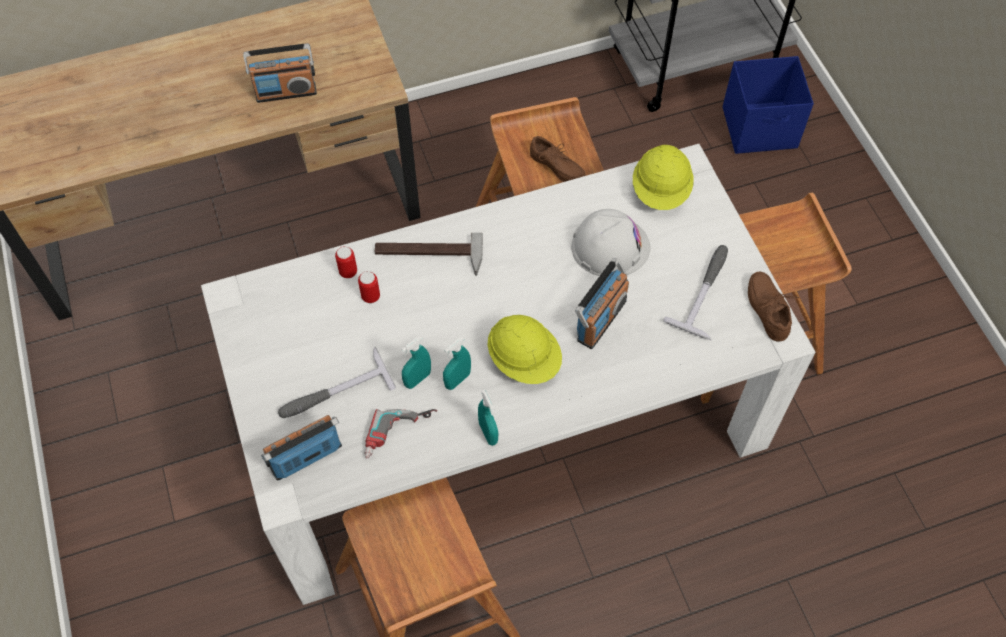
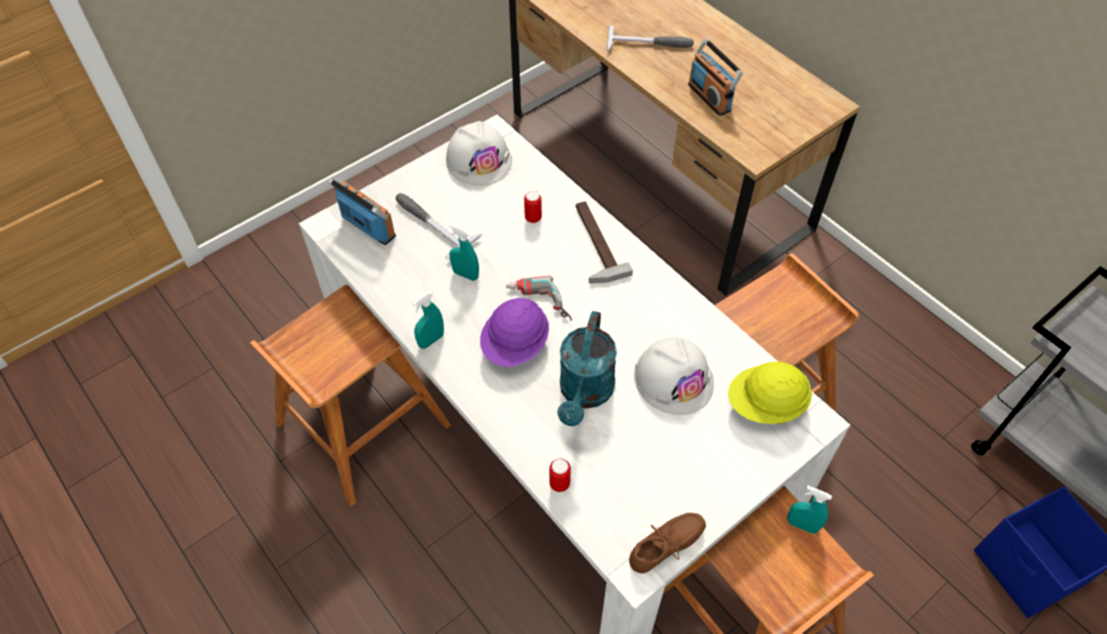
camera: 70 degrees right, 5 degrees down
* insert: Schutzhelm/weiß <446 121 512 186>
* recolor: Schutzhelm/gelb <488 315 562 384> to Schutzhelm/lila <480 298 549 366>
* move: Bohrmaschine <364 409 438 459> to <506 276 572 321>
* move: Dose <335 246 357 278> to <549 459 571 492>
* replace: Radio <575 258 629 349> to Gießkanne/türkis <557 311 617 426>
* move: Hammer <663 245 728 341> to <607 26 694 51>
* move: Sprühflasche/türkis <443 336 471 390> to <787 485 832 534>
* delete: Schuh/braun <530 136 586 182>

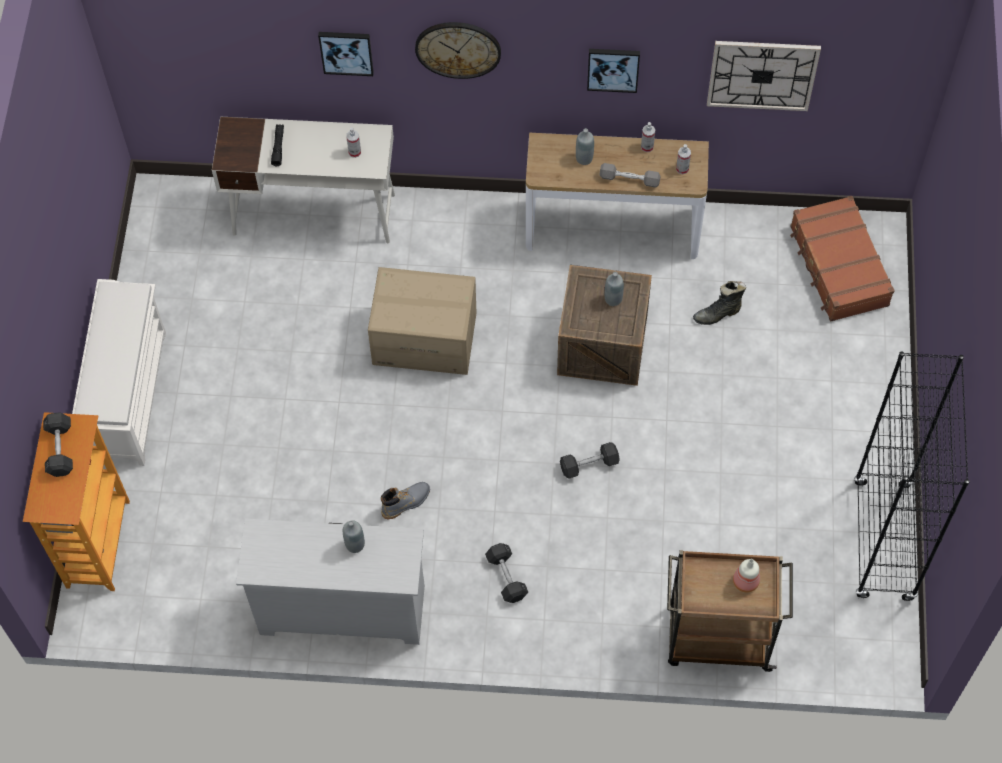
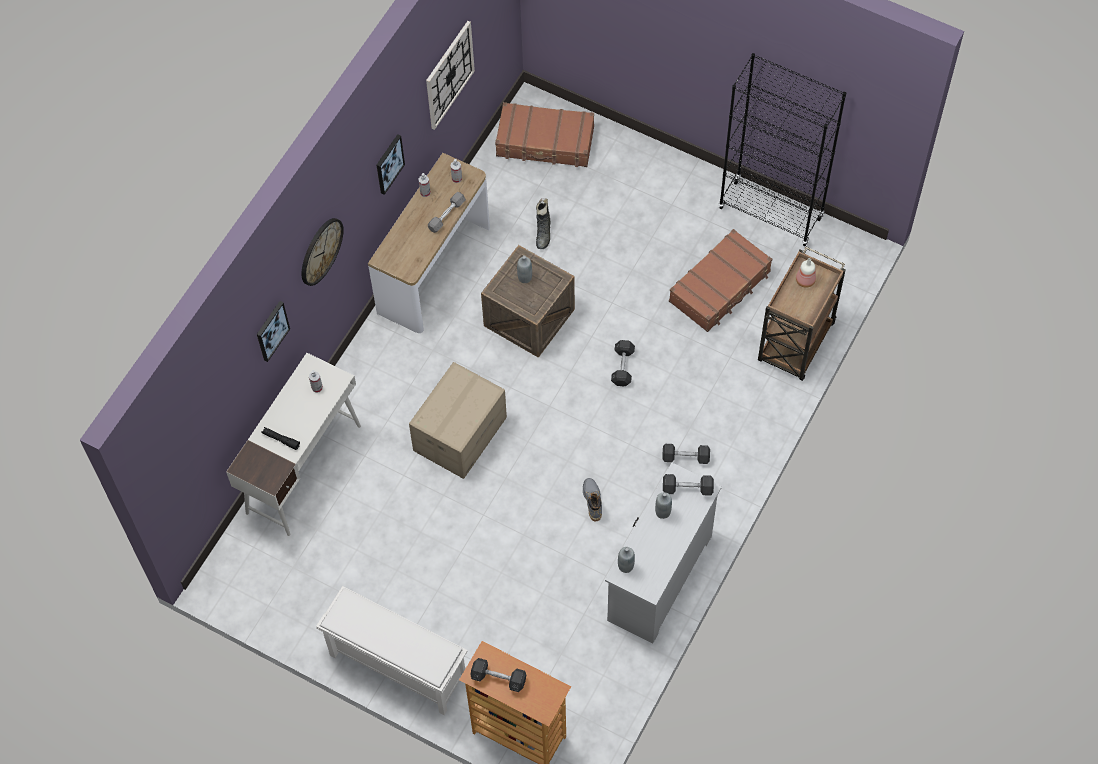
camera: 65 degrees left, 0 degrees up
* move: Flasche/grau <576 128 594 165> to <618 547 635 573>
* insert: Hantel/grau <663 474 714 496>
* insert: Koffer/braun <669 229 772 332>

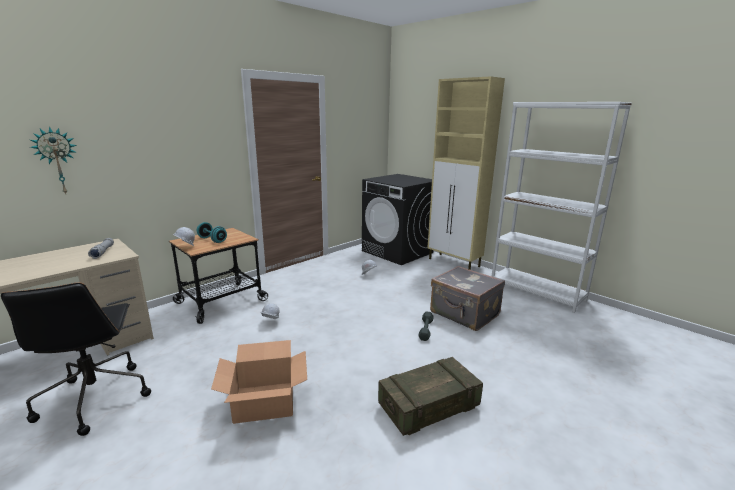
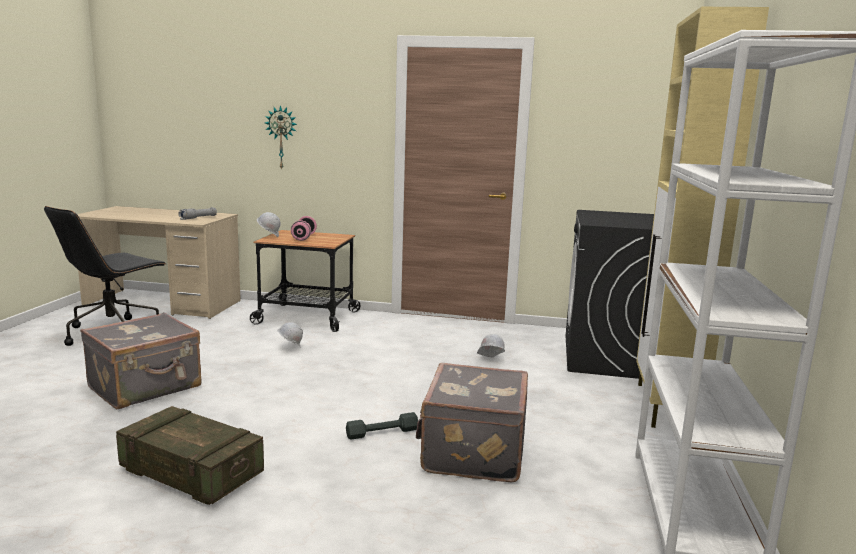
camera: 55 degrees right, 5 degrees down
* replace: Karton <211 340 307 424> to Koffer/grau <80 312 202 410>
* move: Wanduhr <30 126 77 194> to <265 105 297 170>
* recolor: Hantel/türkis <197 222 227 243> to Hantel/rosa <291 216 317 241>

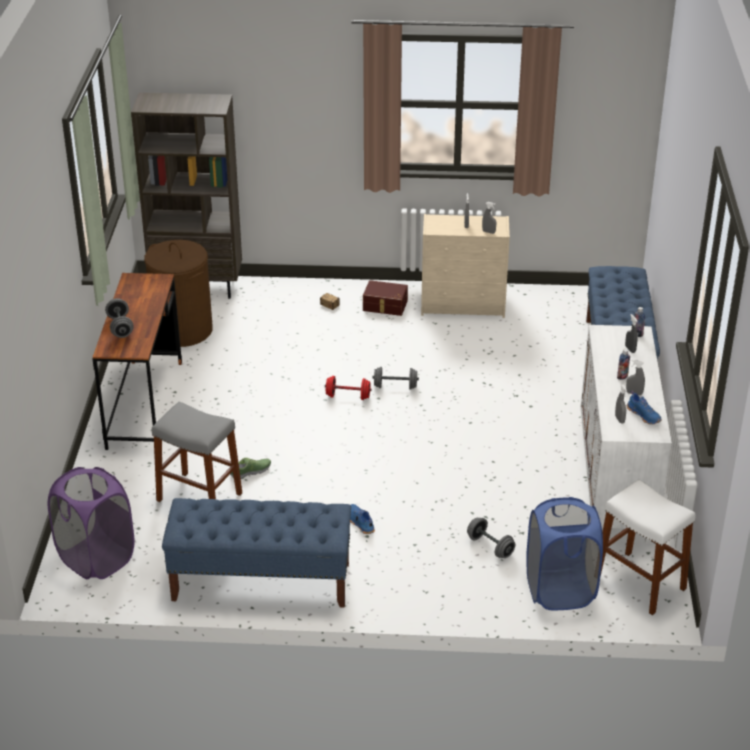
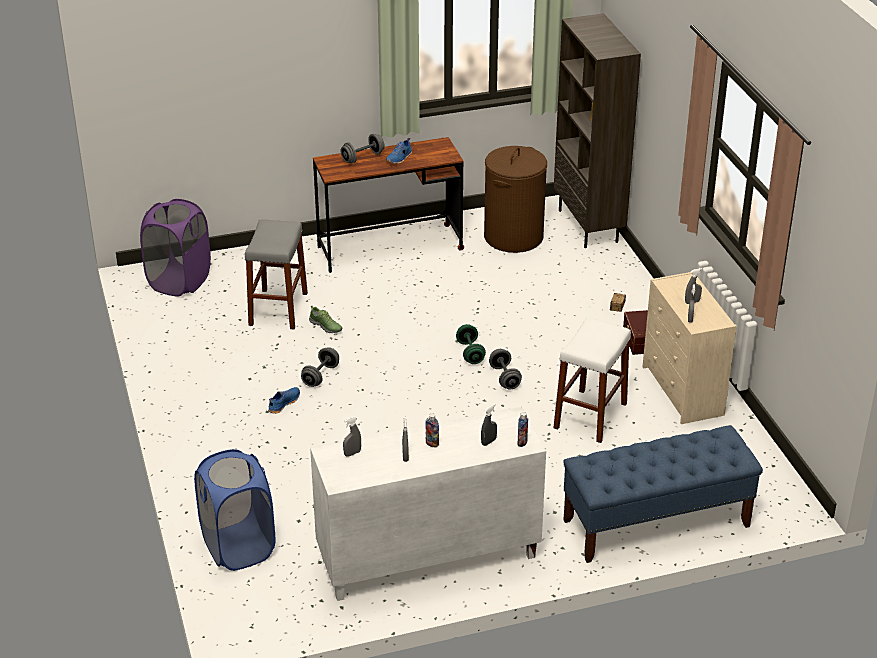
camera: 70 degrees right, 0 degrees up
* move: Hantel/grau <467 518 515 558> to <301 347 339 387>
* move: Schuh/blau <627 391 662 424> to <386 138 412 164>
* recolor: Hantel/rot <325 376 371 400> to Hantel/grün <456 324 486 364>
* move: Hocker/weiß <600 479 696 615> to <553 317 631 443>
* delete: Bank/blau <162 498 351 608>

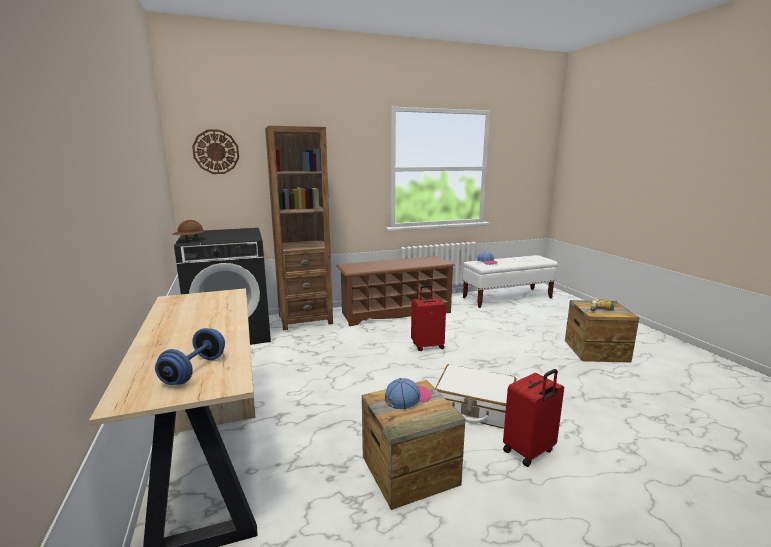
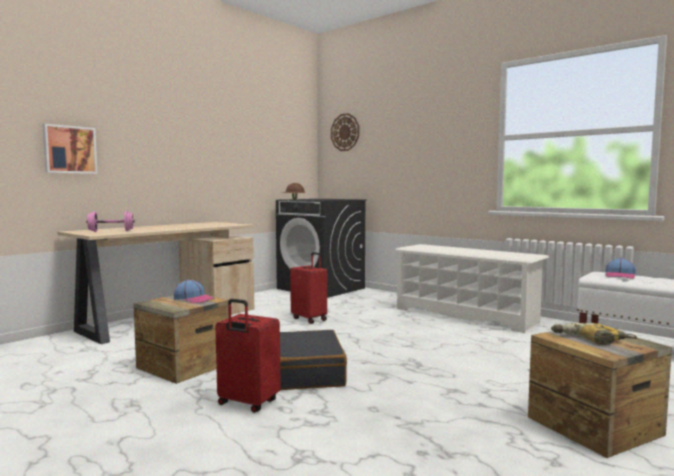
camera: 60 degrees right, 10 degrees down
* insert: Bild <43 124 97 174>
* recolor: Hantel/blau <155 328 225 385> to Hantel/rosa <86 211 135 232>
* recolor: Koffer/weiß <435 364 516 429> to Koffer/schwarz <280 330 347 390>
* move: Koffer/rot <411 285 446 351> to <290 252 327 324>
* recolor: Schuhregal/braun <336 256 456 326> to Schuhregal/weiß <395 244 549 333>
* delete: Bücherregal/braun <265 126 333 330>

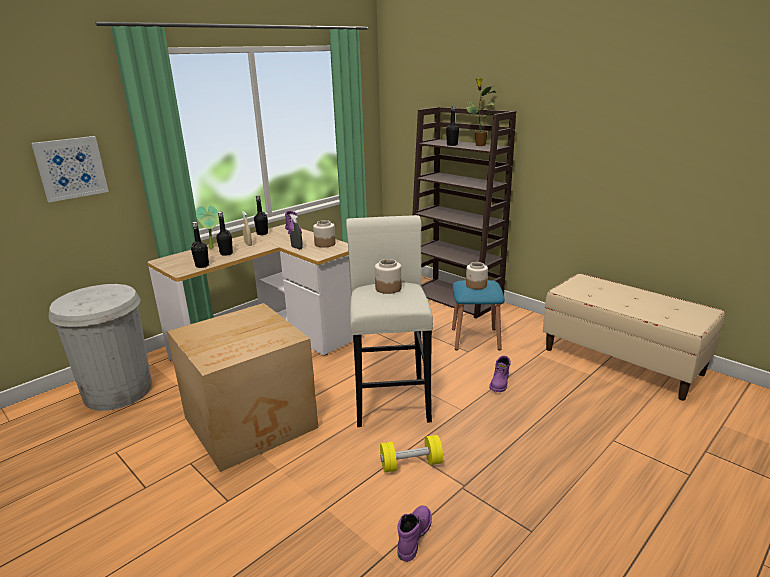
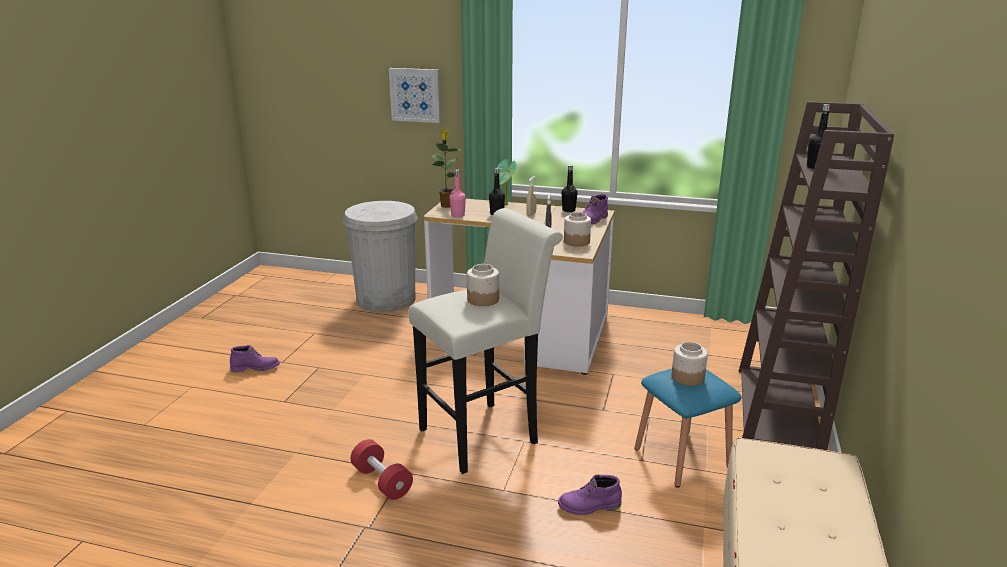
camera: 60 degrees right, 0 degrees up
* move: Stiefel/lila <397 505 432 562> to <230 345 280 372>
* recolor: Hantel/gelb <380 435 443 473> to Hantel/rot <351 439 413 500>
* move: Topfpflanze <466 78 497 146> to <431 130 462 208>
* recolor: Flasche/schwarz <191 222 209 268> to Flasche/rosa <449 169 466 218>
* delete: Karton <167 303 318 472>

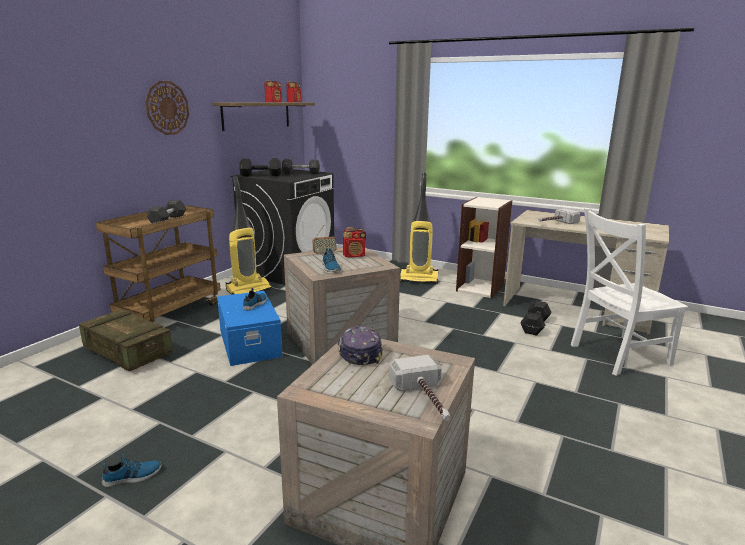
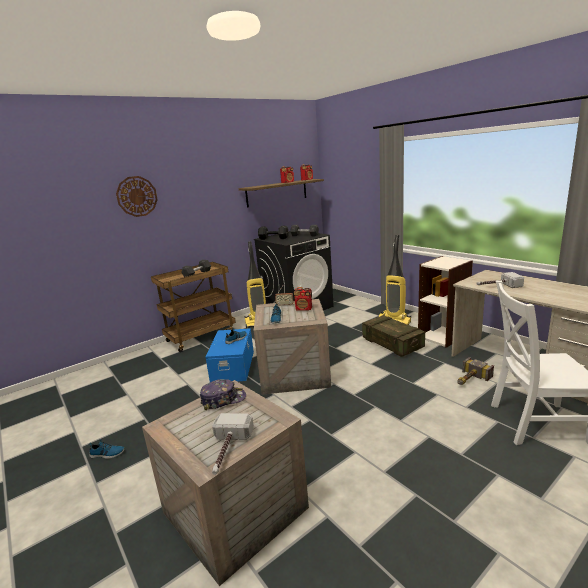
camera: 25 degrees right, 0 degrees up
* move: Wanduhr <145 81 189 135> to <116 176 158 217>
* rotate: Kappe <337 326 383 365> = <200 379 246 410> 60 degrees clockwise
* move: Kiste <79 309 173 371> to <362 315 425 357>
* replace: Hantel/schwarz <520 301 552 336> to Hammer <457 357 494 385>

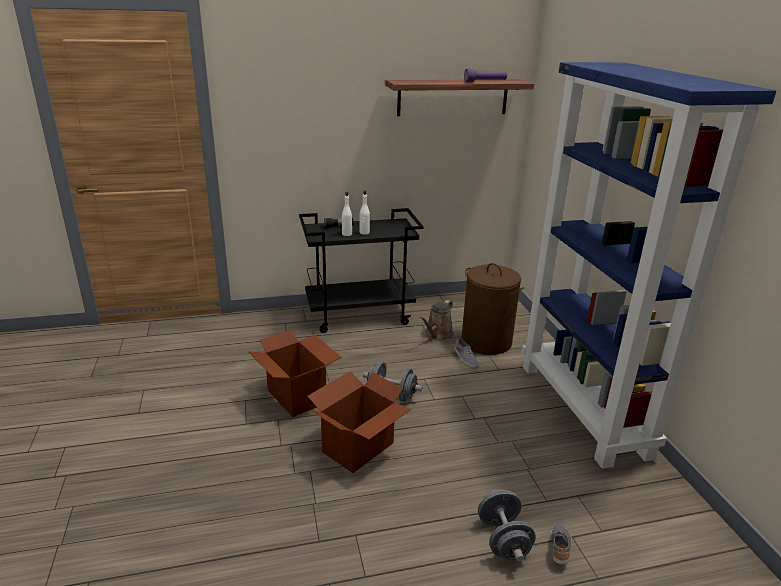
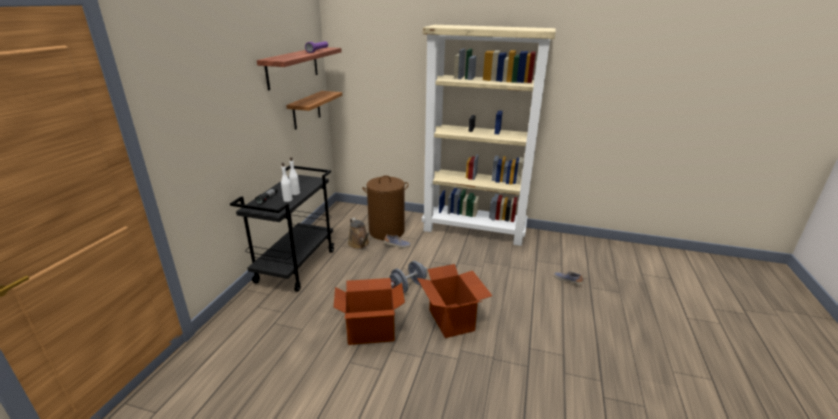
camera: 60 degrees left, 0 degrees up
* insert: Wandregal <286 91 342 130>
* recolor: Bücherregal/blau <522 62 776 469> to Bücherregal/beige <422 25 556 246>
* delete: Hantel/grau <478 489 536 562>

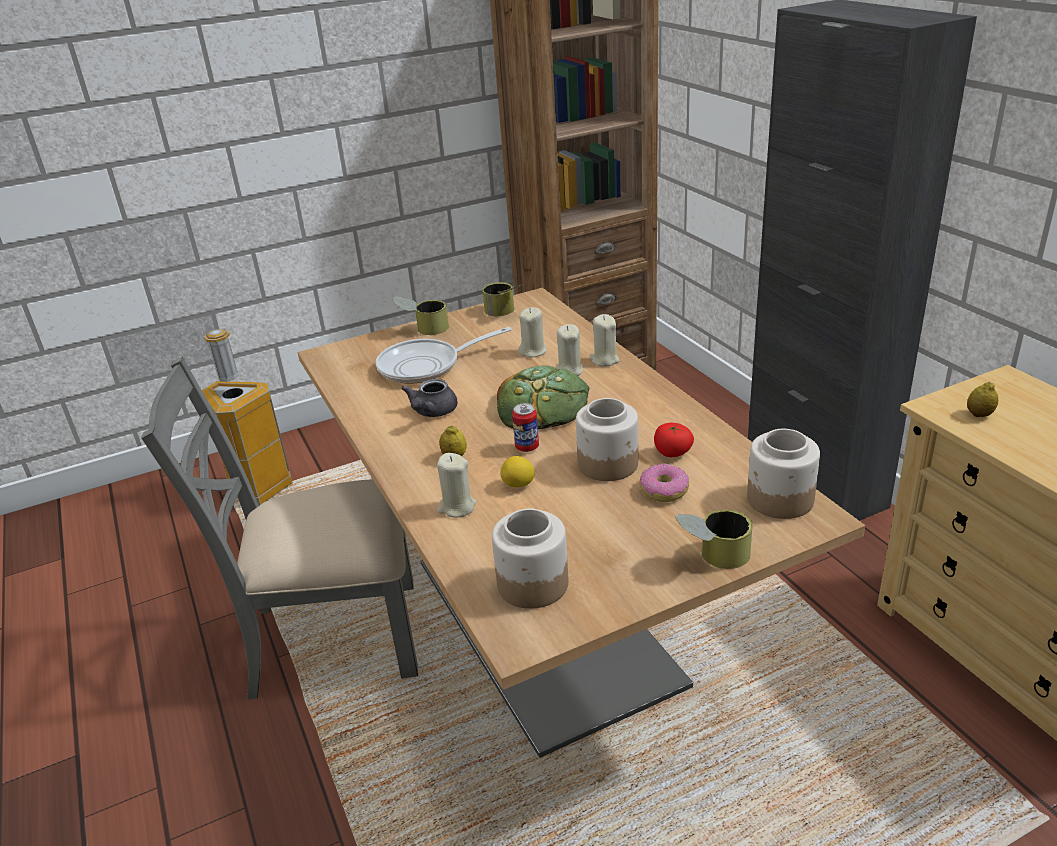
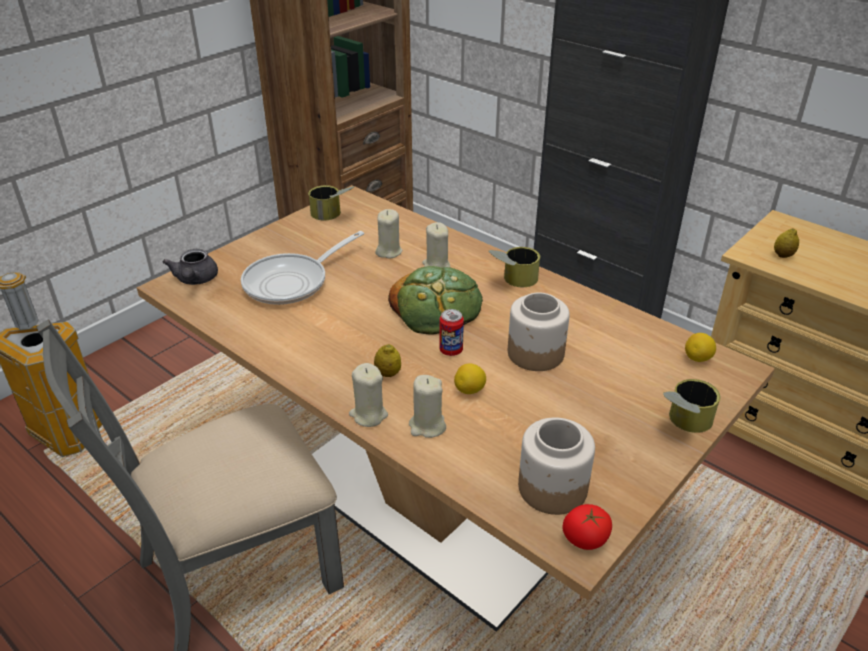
camera: 25 degrees left, 5 degrees up
* move: Teekanne/grau <401 379 458 417> to <163 249 218 285>
* move: Kerze/beige <590 314 620 366> to <349 363 388 427>
* move: Dose <393 297 449 335> to <488 247 540 287>
* move: Tomate <654 423 694 457> to <562 504 612 550>
* replace: Vorratsglas <747 429 820 519> to Zitrone <685 333 716 362>
* delete: Donut <640 464 689 502>

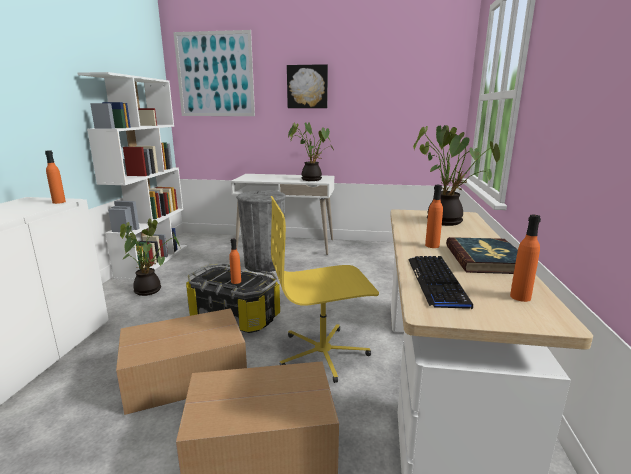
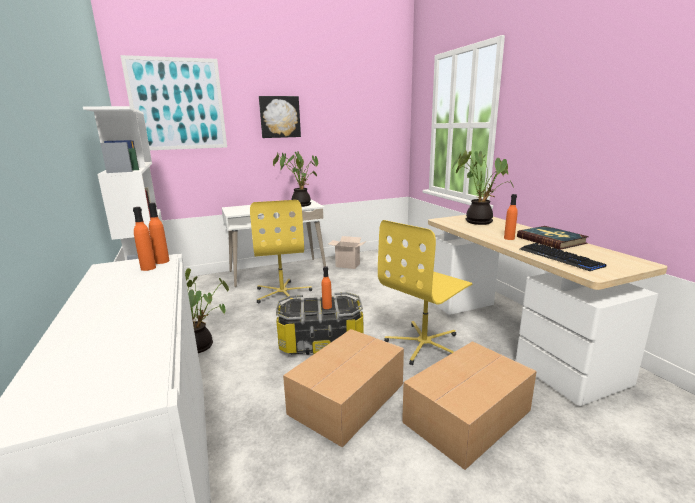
camera: 30 degrees left, 0 degrees up
* move: Flasche/orange <510 215 541 302> to <133 207 156 271>
* replace: Mülleimer/grau <236 190 286 273> to Bürostuhl/gelb <250 200 312 304>
* insert: Karton <328 236 366 269>

